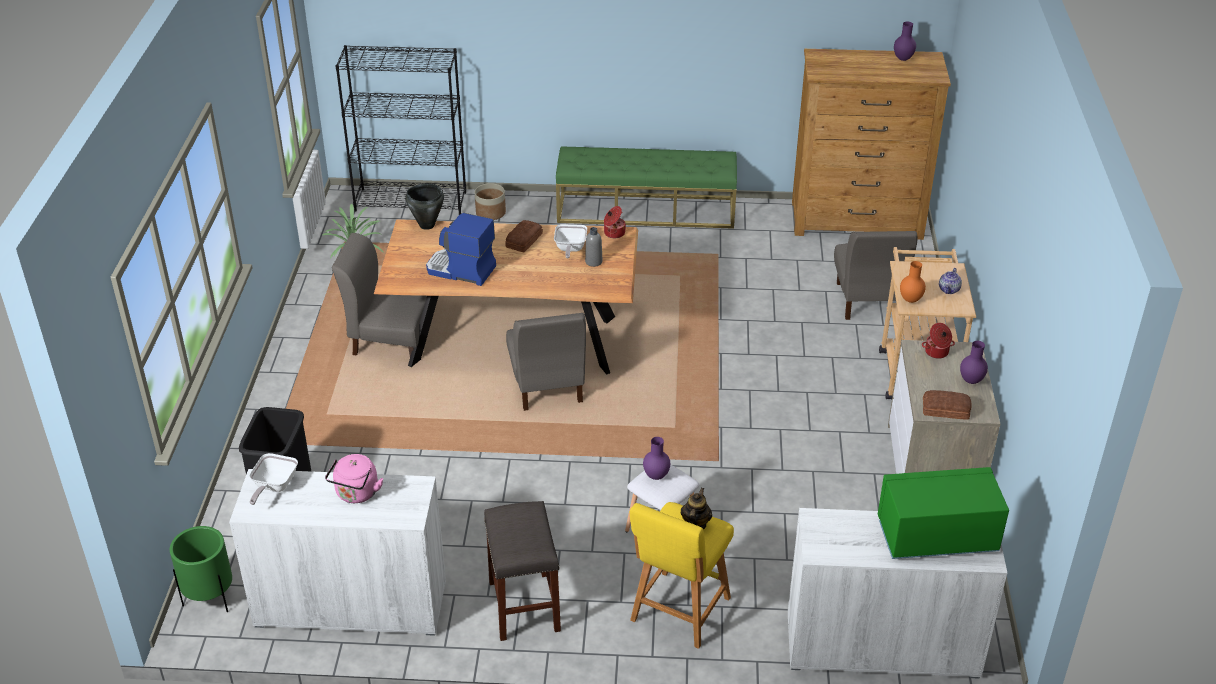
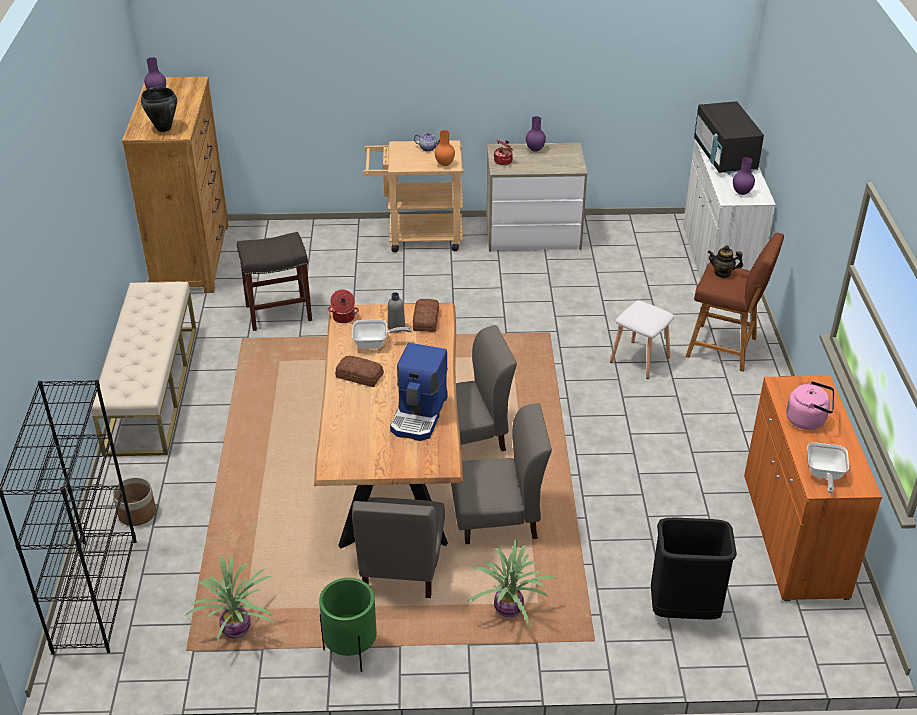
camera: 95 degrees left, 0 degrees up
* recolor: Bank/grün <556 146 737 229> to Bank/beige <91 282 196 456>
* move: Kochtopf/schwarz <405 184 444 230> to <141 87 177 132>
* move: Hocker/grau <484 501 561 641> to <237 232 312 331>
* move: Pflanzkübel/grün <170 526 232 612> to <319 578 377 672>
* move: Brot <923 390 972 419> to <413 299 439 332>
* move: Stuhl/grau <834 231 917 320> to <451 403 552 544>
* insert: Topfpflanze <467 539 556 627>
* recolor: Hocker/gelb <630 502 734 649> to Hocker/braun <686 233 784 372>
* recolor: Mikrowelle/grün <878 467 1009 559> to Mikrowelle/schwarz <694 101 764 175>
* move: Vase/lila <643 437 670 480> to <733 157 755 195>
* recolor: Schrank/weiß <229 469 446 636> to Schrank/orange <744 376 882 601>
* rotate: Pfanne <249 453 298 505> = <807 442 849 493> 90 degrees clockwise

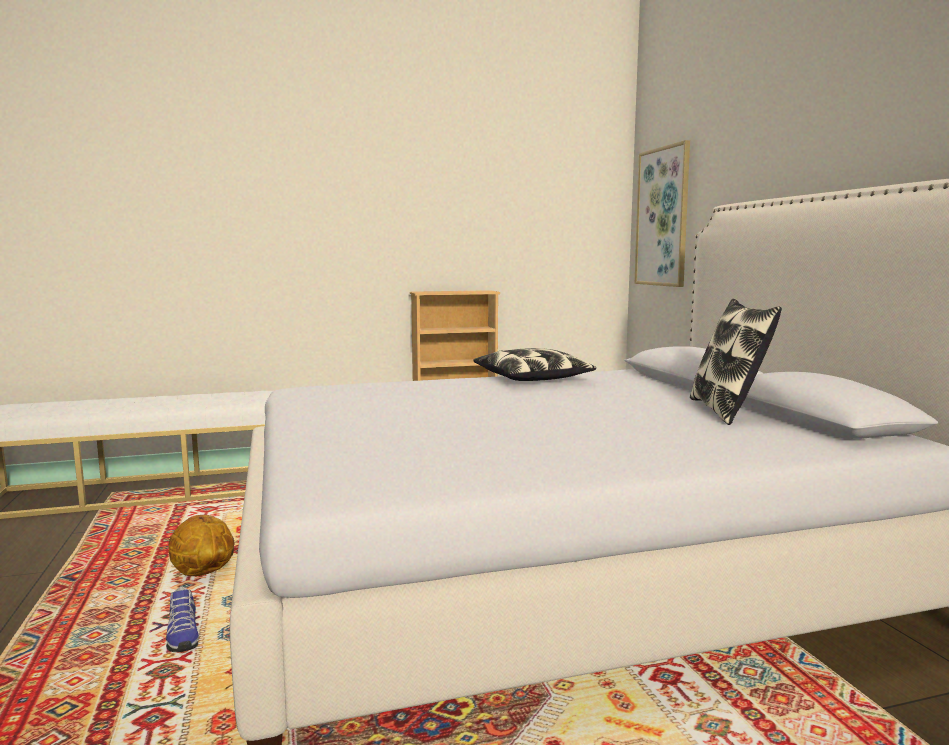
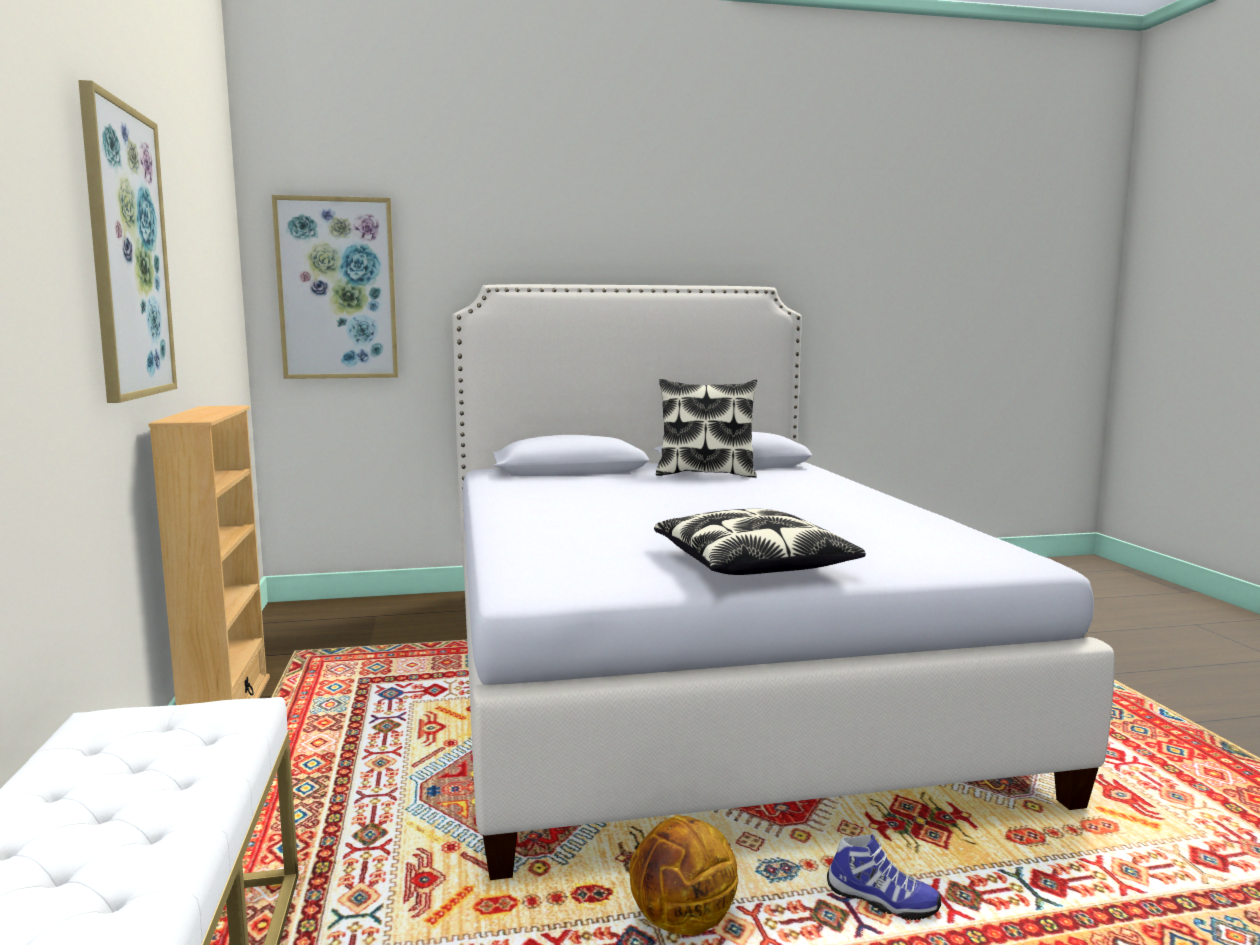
camera: 85 degrees left, 0 degrees up
* insert: Bild <78 80 177 403>
* move: Kissen <473 348 596 381> to <654 509 866 575>
* rotate: Schuh <166 587 199 652> = <827 835 941 920> 45 degrees clockwise

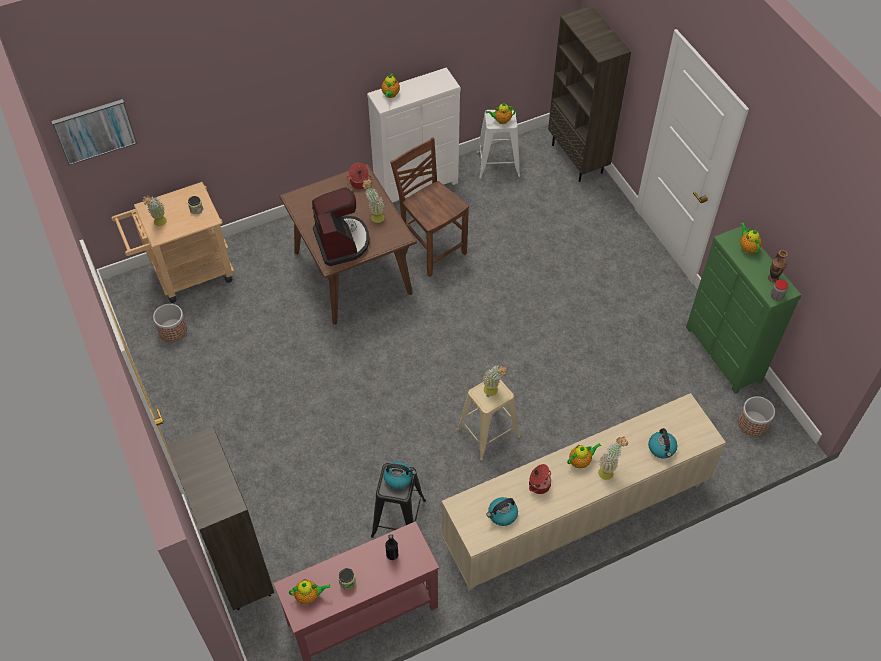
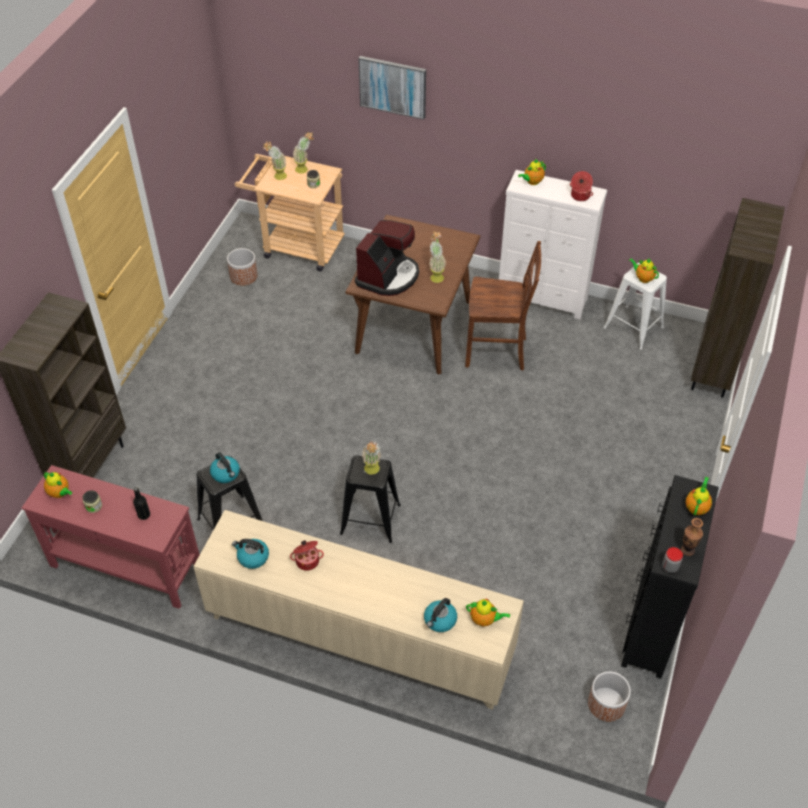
camera: 45 degrees right, 5 degrees down
* move: Topfpflanze <598 436 628 480> to <293 132 314 174>
* recolor: Hocker/beige <456 379 520 460> to Hocker/schwarz <340 455 401 543>
* move: Bild <52 99 137 165> to <358 56 426 120>
* rotate: Stuhl/braun <390 137 469 277> = <465 241 541 370> 90 degrees clockwise
* move: Teekanne <567 443 601 468> to <466 599 510 626>
* move: Kochtopf <346 163 372 189> to <570 171 593 201>
* recolor: Kommode/grün <686 226 801 394> to Kommode/schwarz <621 475 719 679>

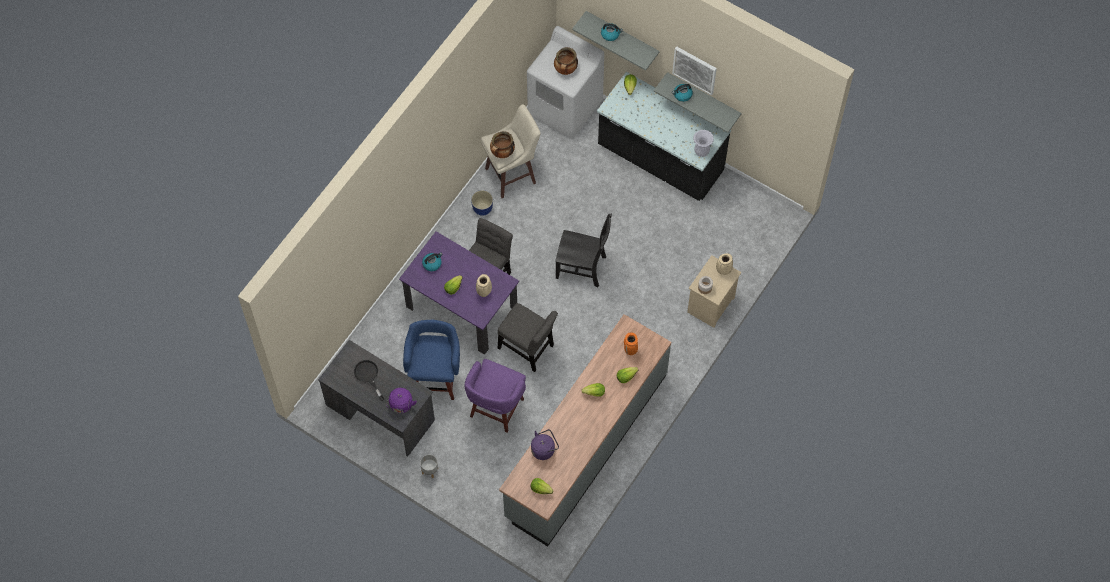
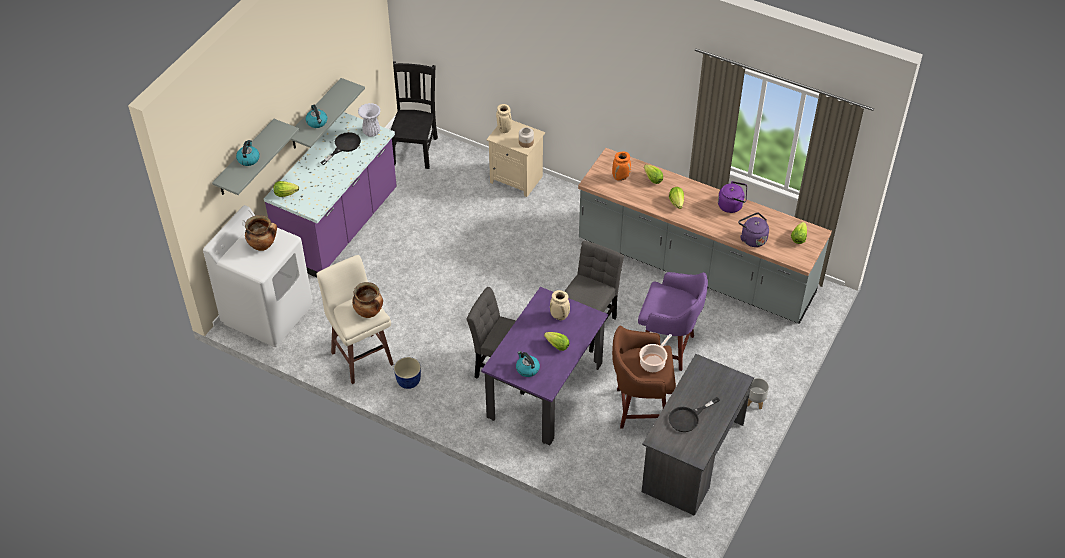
camera: 95 degrees left, 15 degrees down
* recolor: Küchenzeile/schwarz <597 72 731 201> to Küchenzeile/lila <264 112 397 278>
* insert: Pfanne/schwarz <320 132 361 165>
* move: Stuhl/schwarz <555 214 612 287> to <391 61 438 169>
* recolor: Hocker/blau <403 320 460 400> to Hocker/braun <612 326 676 429>
* insert: Kochtopf <639 334 672 372>
* move: Wasserkessel/lila <386 388 417 413> to <718 181 747 213>
* delete: Bild <672 46 717 95>

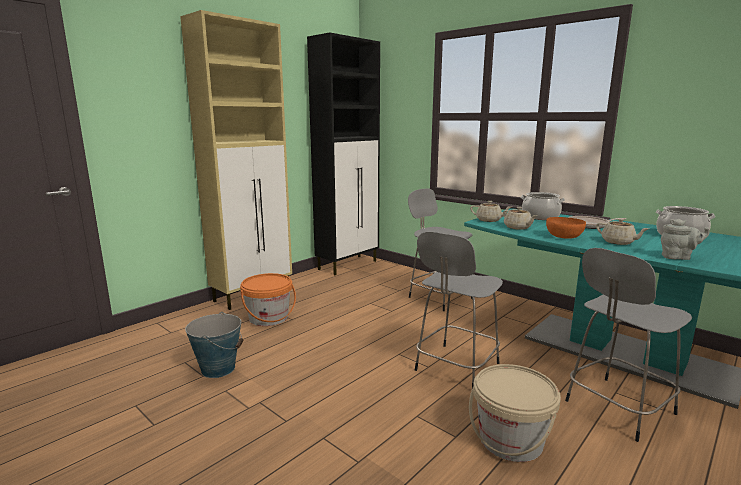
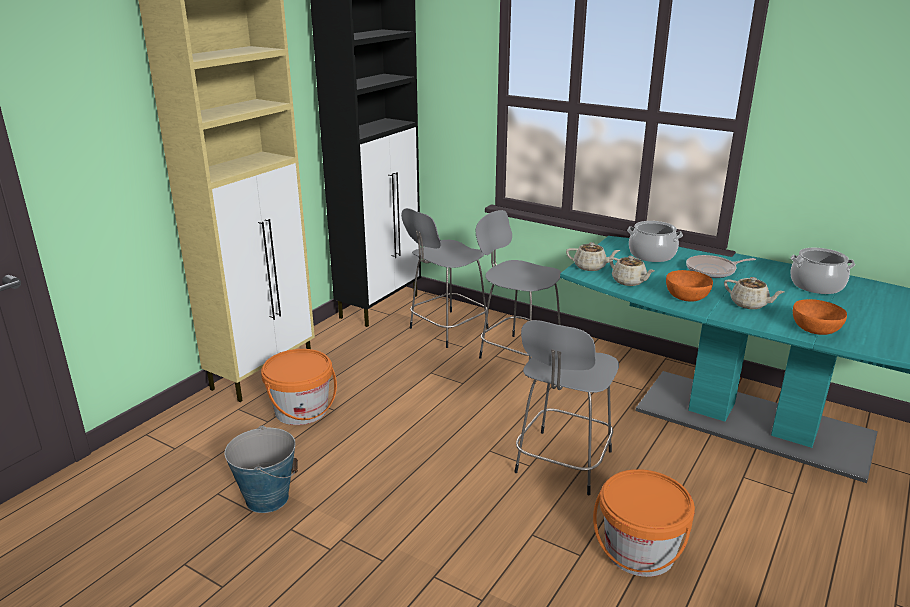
camera: 10 degrees left, 10 degrees up
* move: Hocker/grau <565 248 692 442> to <401 208 489 348>
* recolor: Eimer/beige <469 364 561 462> to Eimer/orange <593 469 695 577>
* replace: Teekanne/grau <661 219 709 260> to Schüssel/orange <793 299 847 335>

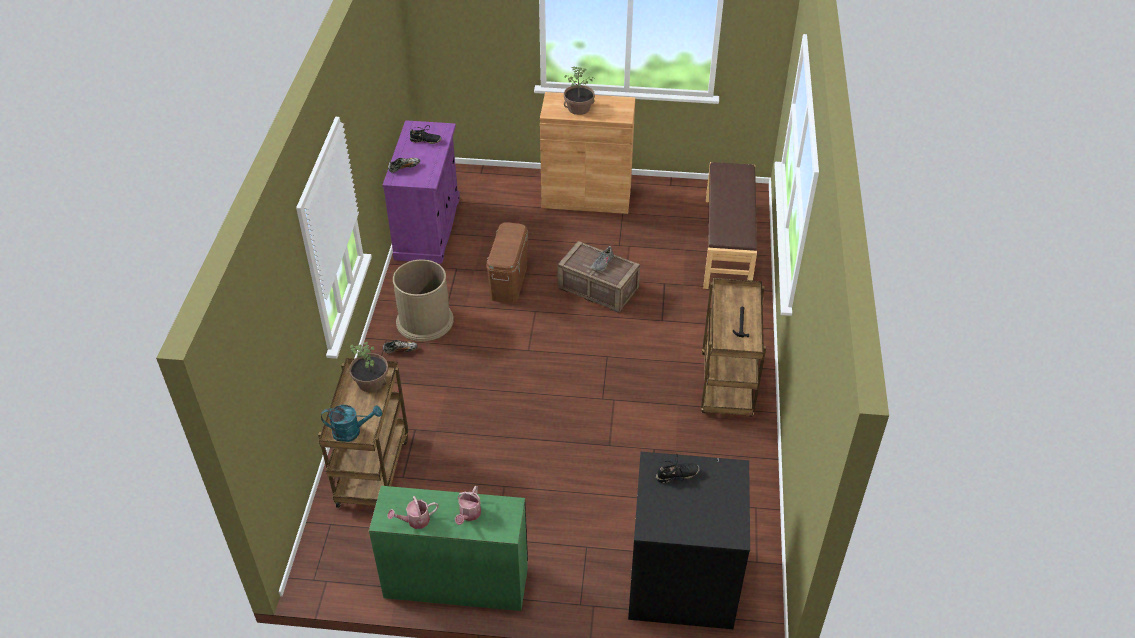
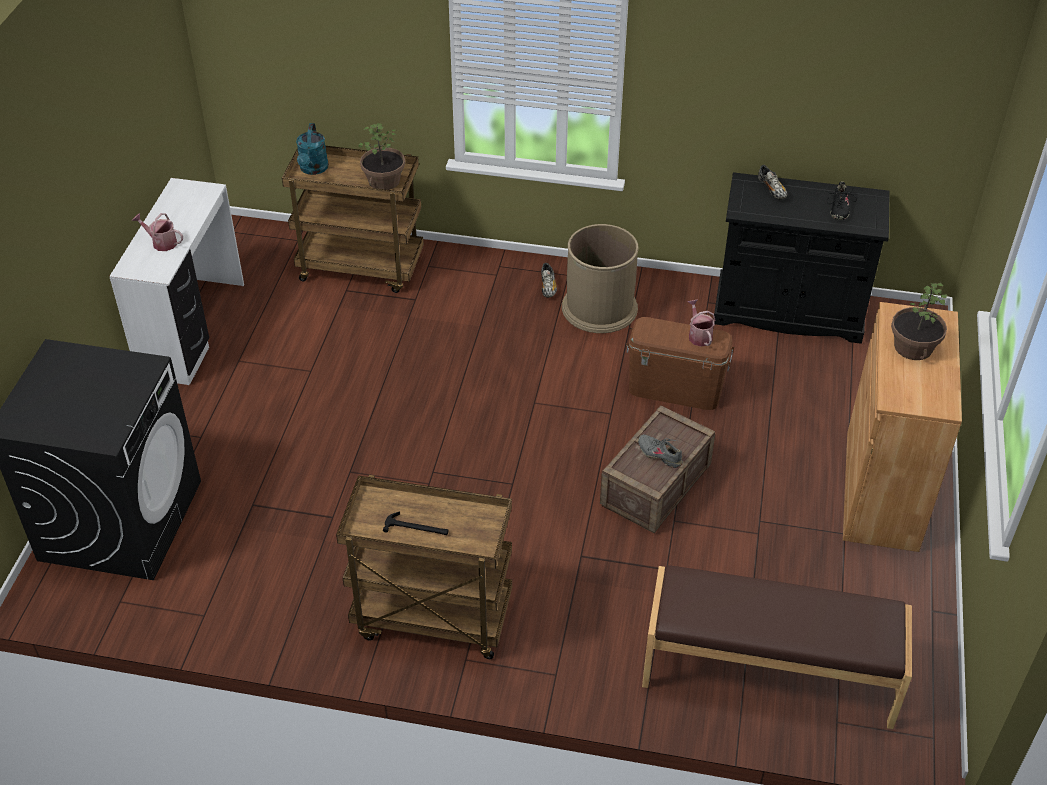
camera: 95 degrees right, 0 degrees up
* recolor: Schreibtisch/grün <369 486 528 611> to Schreibtisch/weiß <109 178 244 385>
* move: Gießkanne <388 496 439 529> to <688 300 715 347>
* recolor: Schrank/lila <382 120 460 264> to Schrank/schwarz <714 172 890 344>
* delete: Schuh/schwarz <656 454 699 483>

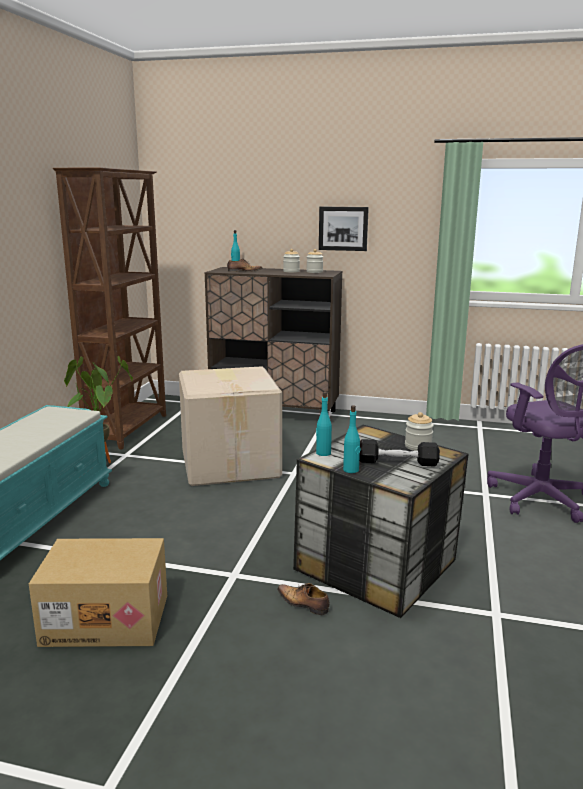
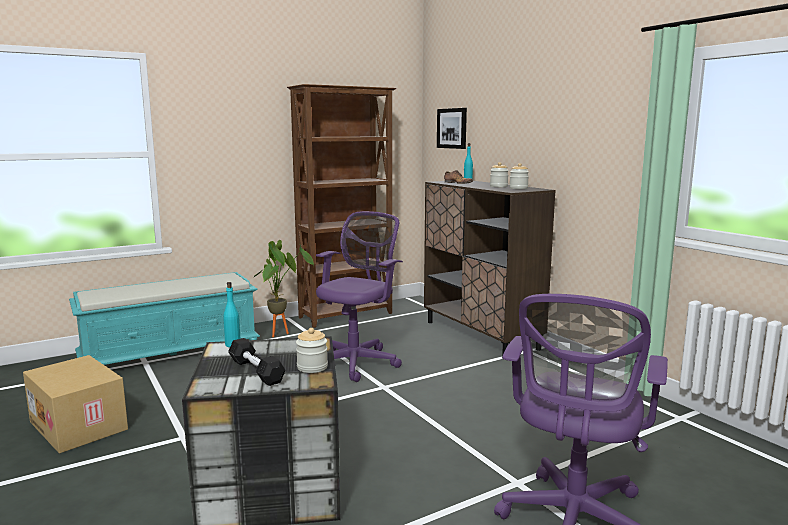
camera: 45 degrees right, 5 degrees down
* replace: Karton <179 366 282 486> to Bürostuhl/lila <316 211 403 382>
* move: Bild <319 207 369 251> to <437 108 467 149>
* delete: Schuh <277 583 330 615>
* delete: Flasche/türkis <343 405 361 473>

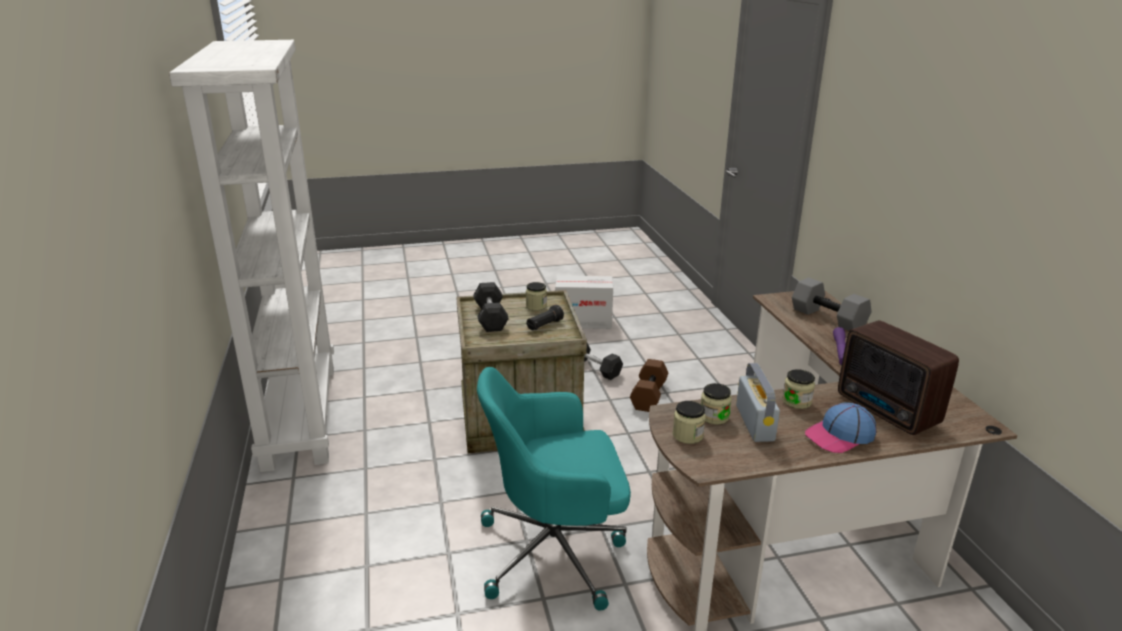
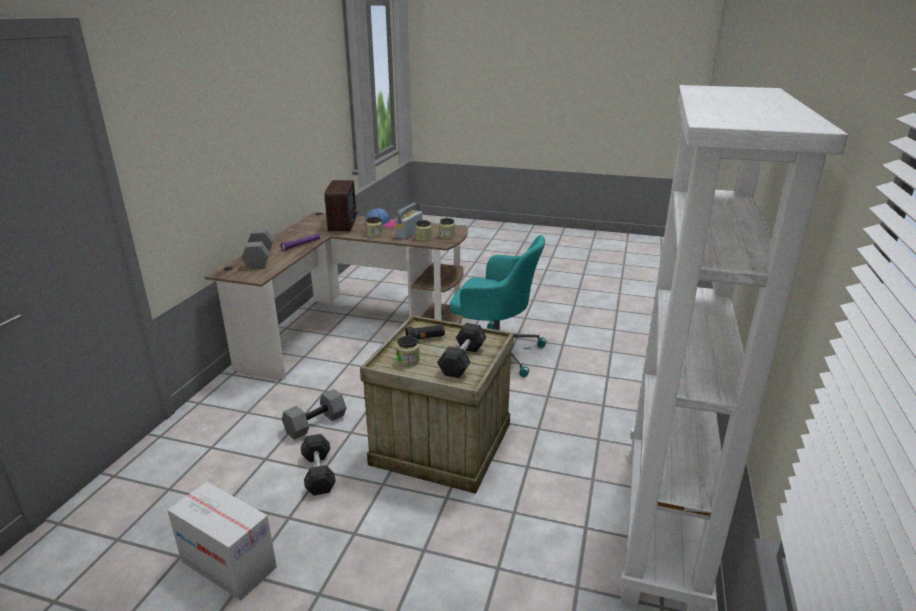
camera: 150 degrees left, 0 degrees up
* recolor: Hantel/braun <630 359 668 412> to Hantel/grau <282 389 346 440>

